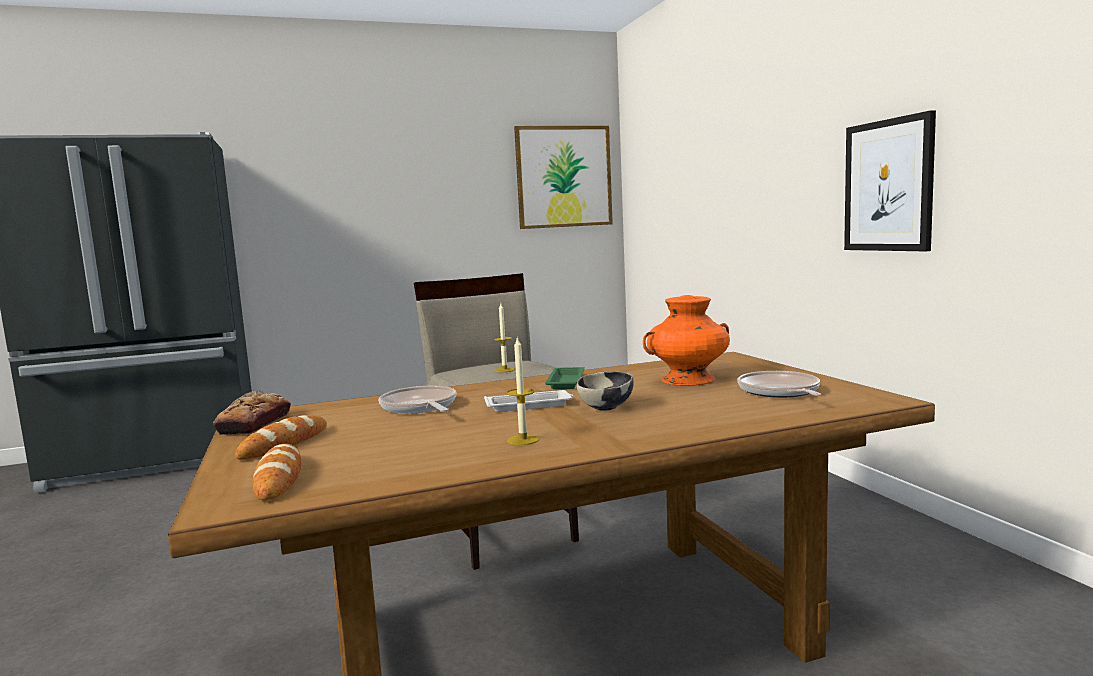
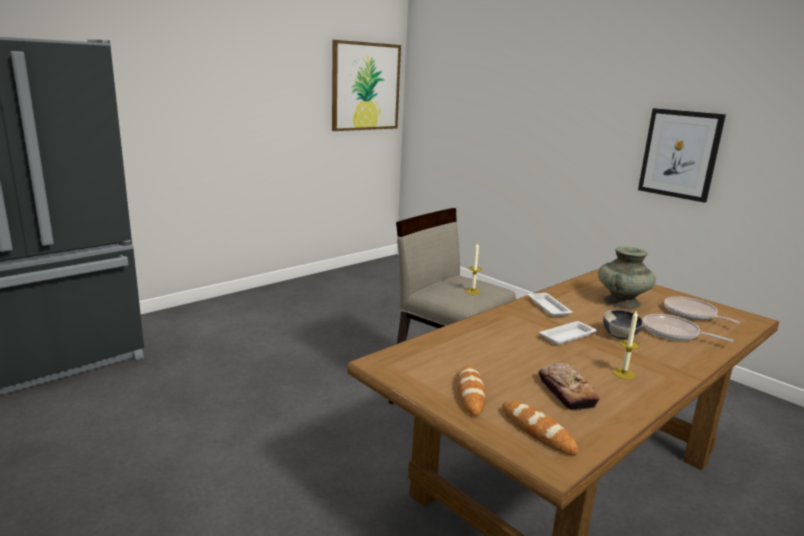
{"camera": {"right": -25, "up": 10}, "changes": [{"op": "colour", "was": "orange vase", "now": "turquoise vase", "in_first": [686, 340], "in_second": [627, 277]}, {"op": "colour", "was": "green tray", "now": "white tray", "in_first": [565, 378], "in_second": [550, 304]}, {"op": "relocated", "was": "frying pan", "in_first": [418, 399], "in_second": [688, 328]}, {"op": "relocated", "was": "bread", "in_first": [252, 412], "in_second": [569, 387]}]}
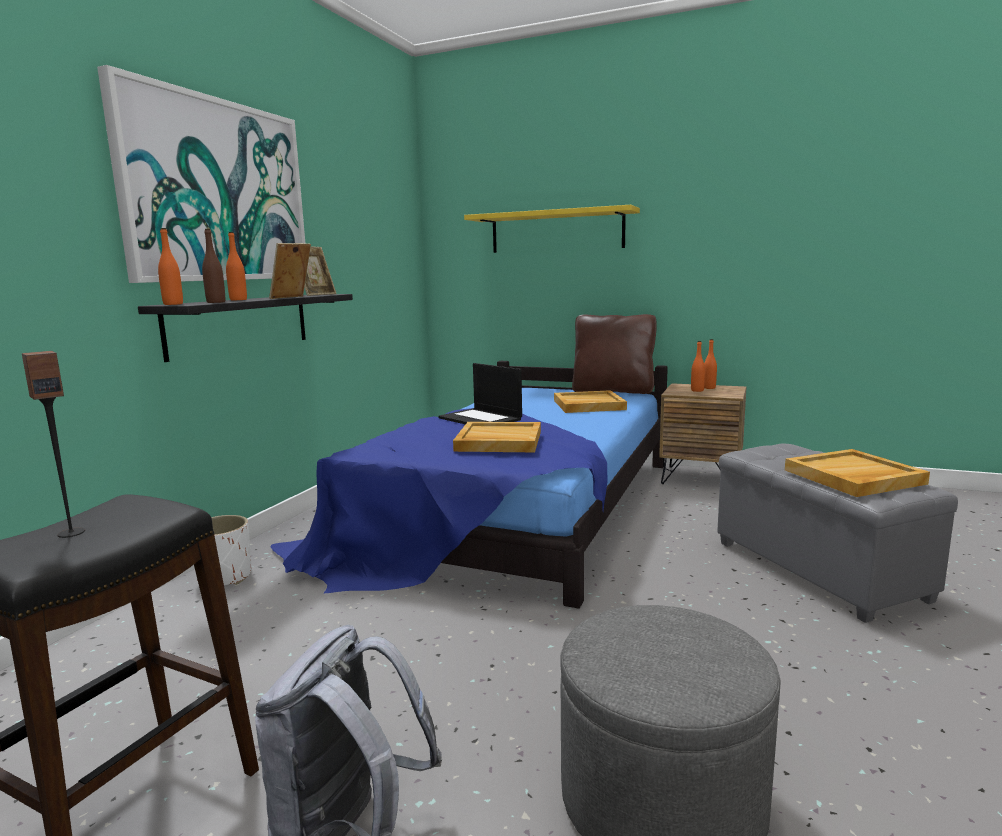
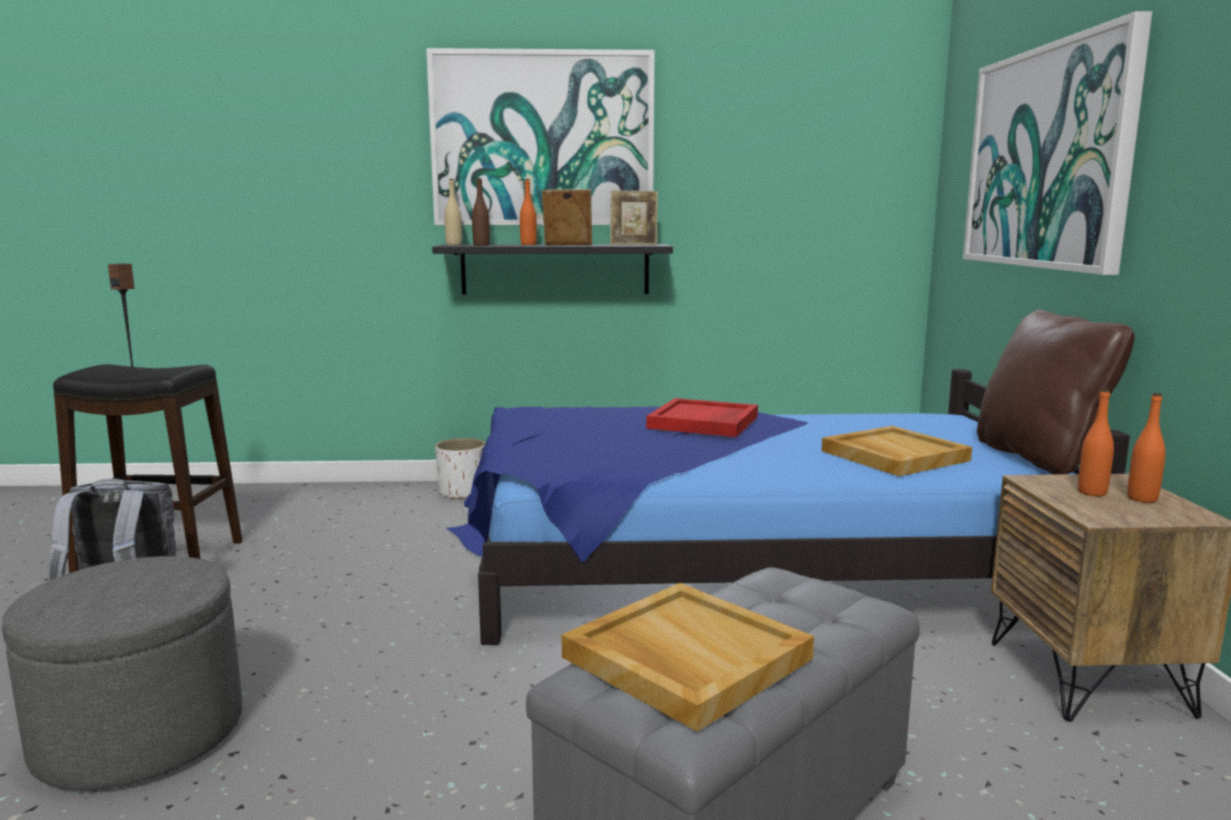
{"camera": {"right": 65, "up": 0}, "changes": [{"op": "exchanged", "was": "yellow shelf", "now": "picture", "in_first": [552, 229], "in_second": [1057, 143]}, {"op": "colour", "was": "orange bottle", "now": "beige bottle", "in_first": [170, 266], "in_second": [453, 212]}, {"op": "exchanged", "was": "laptop", "now": "red tray", "in_first": [480, 393], "in_second": [702, 417]}, {"op": "missing", "was": "beige tray", "in_first": [497, 437]}]}
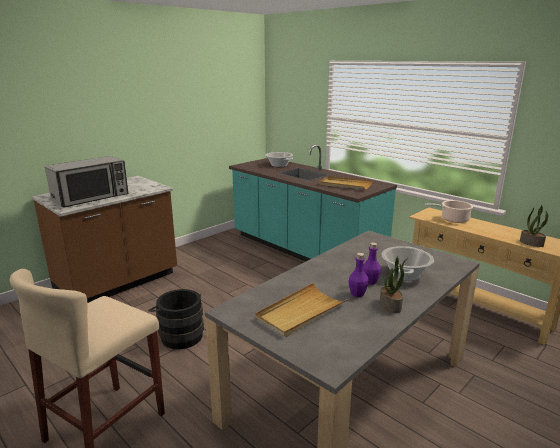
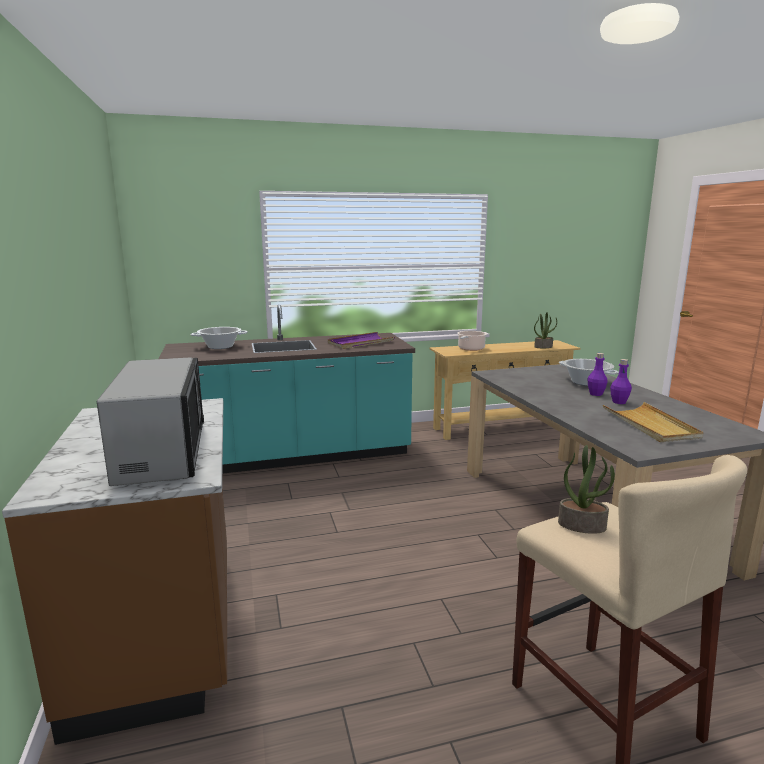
{"camera": {"right": -60, "up": -5}, "changes": [{"op": "colour", "was": "beige tray", "now": "purple tray", "in_first": [345, 183], "in_second": [361, 340]}, {"op": "relocated", "was": "potted plant", "in_first": [394, 284], "in_second": [586, 489]}, {"op": "missing", "was": "black bucket", "in_first": [176, 319]}]}
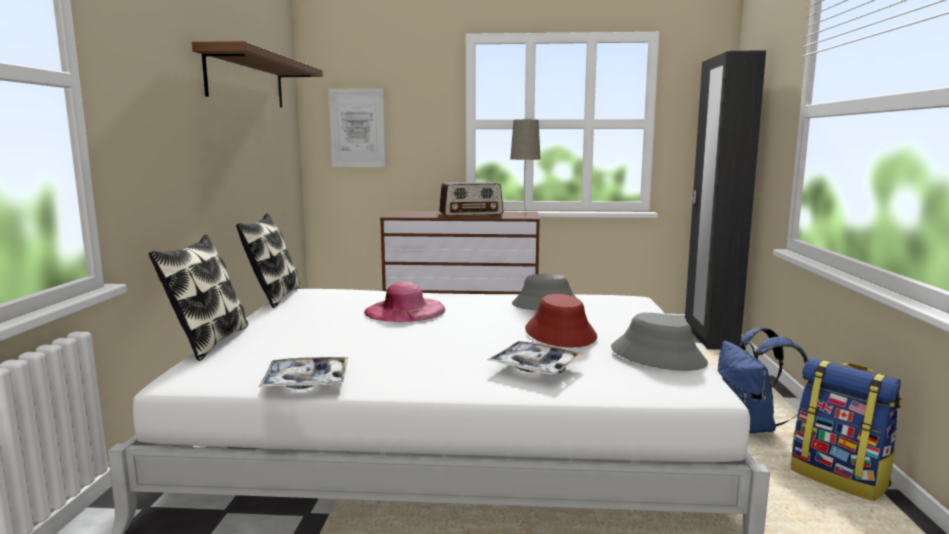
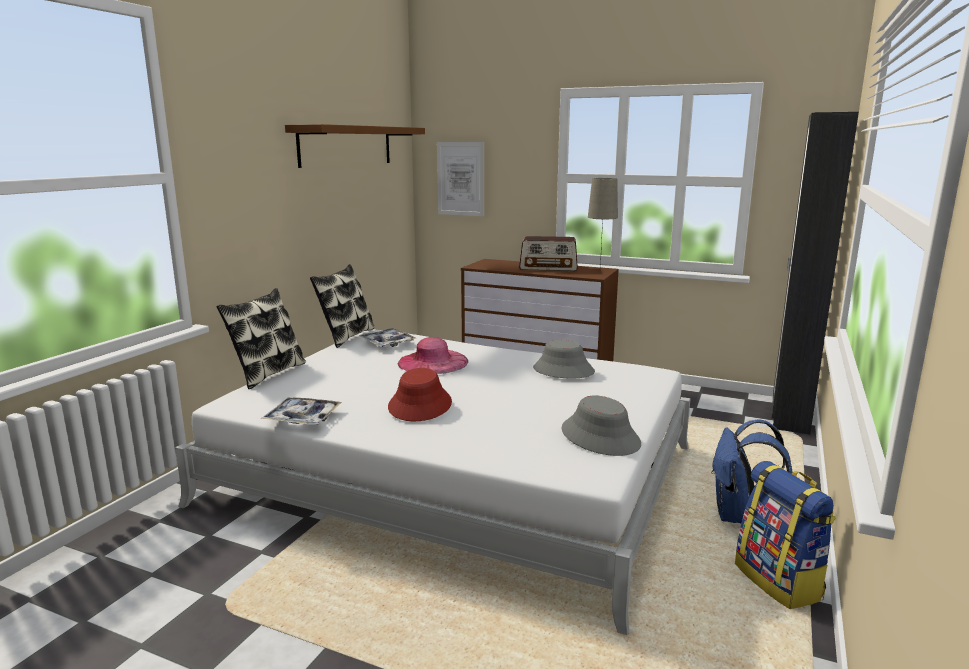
{"camera": {"right": 20, "up": 5}, "changes": [{"op": "relocated", "was": "red hat", "in_first": [561, 320], "in_second": [420, 394]}, {"op": "relocated", "was": "tray", "in_first": [535, 358], "in_second": [387, 337]}]}
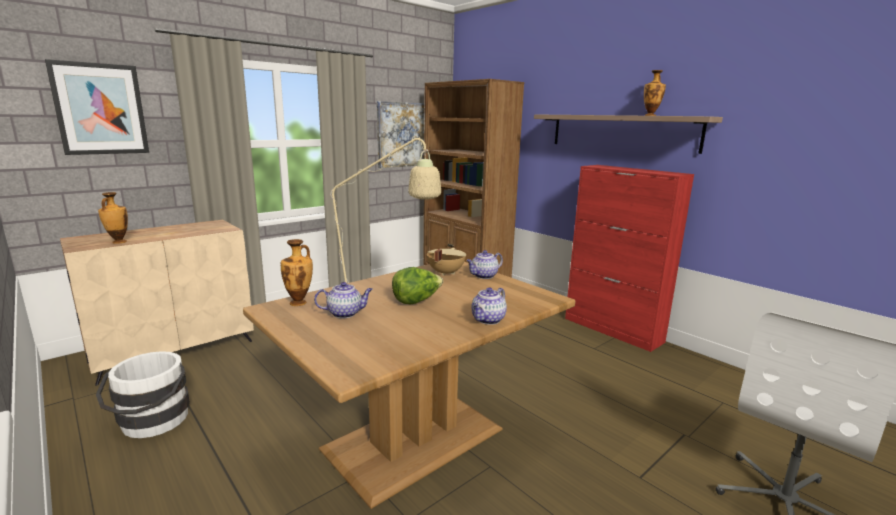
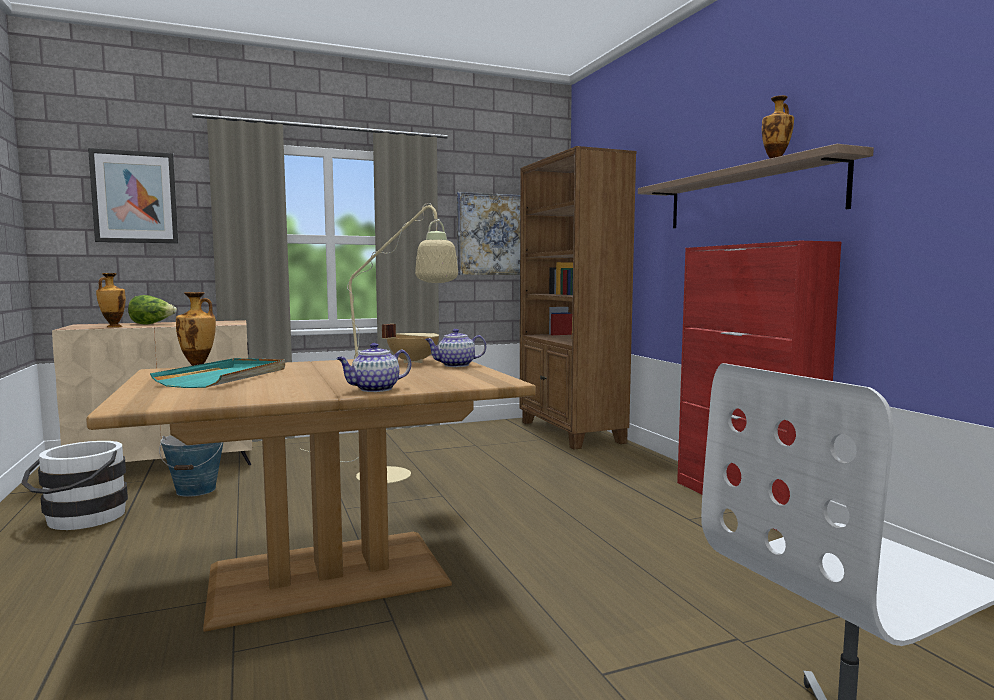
{"camera": {"right": 20, "up": -10}, "changes": [{"op": "relocated", "was": "lettuce", "in_first": [417, 285], "in_second": [152, 309]}, {"op": "exchanged", "was": "teapot", "now": "turquoise tray", "in_first": [343, 300], "in_second": [217, 373]}, {"op": "appeared", "now": "bucket", "in_second": [191, 466]}]}
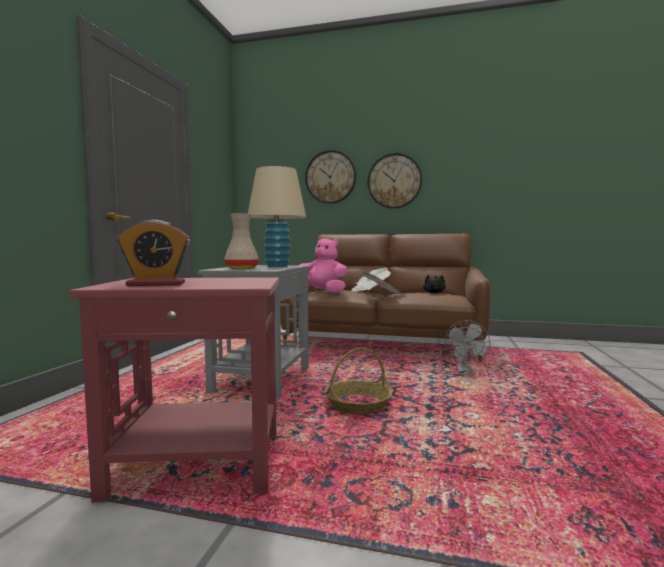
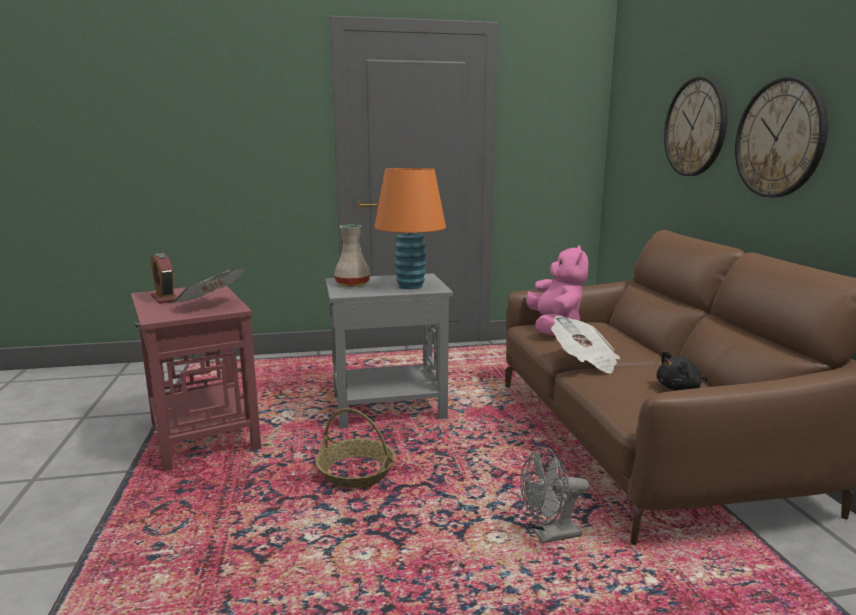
{"camera": {"right": 65, "up": 10}, "changes": [{"op": "colour", "was": "beige table lamp", "now": "orange table lamp", "in_first": [277, 216], "in_second": [410, 228]}, {"op": "relocated", "was": "newspaper", "in_first": [371, 279], "in_second": [208, 286]}]}
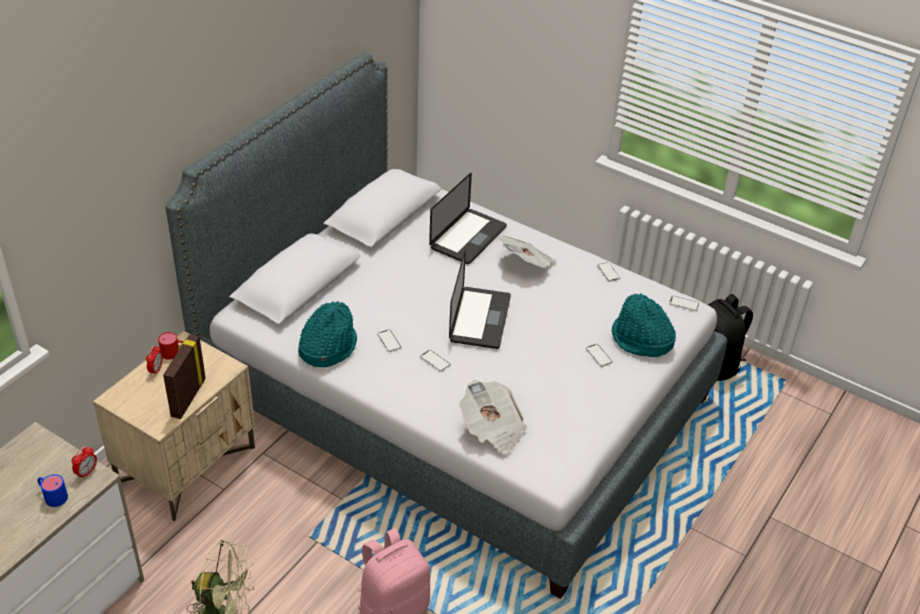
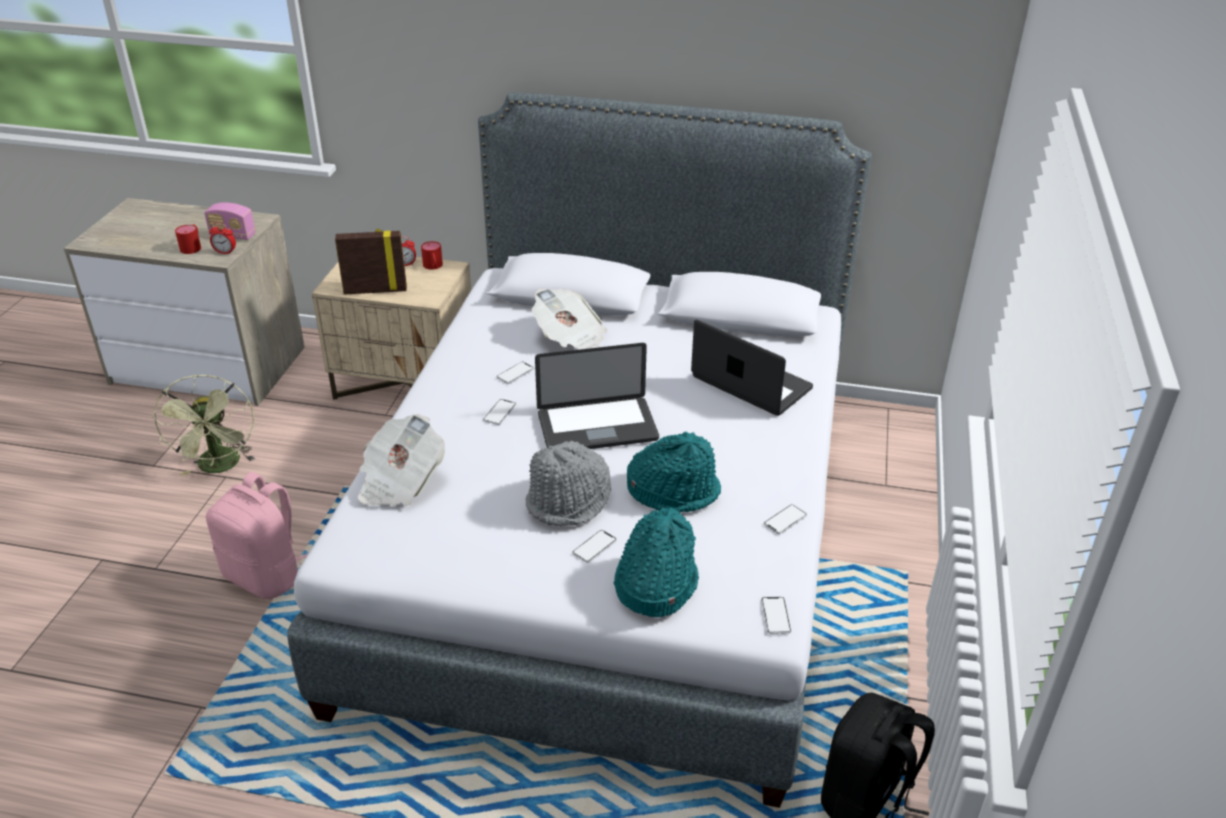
{"camera": {"right": 70, "up": -5}, "changes": [{"op": "spun", "was": "laptop", "in_first": [468, 218], "in_second": [752, 367], "clockwise": -150}, {"op": "relocated", "was": "newspaper", "in_first": [528, 252], "in_second": [569, 319]}, {"op": "relocated", "was": "turquoise hat", "in_first": [327, 334], "in_second": [674, 472]}, {"op": "colour", "was": "blue mug", "now": "red mug", "in_first": [52, 490], "in_second": [188, 239]}, {"op": "appeared", "now": "radio", "in_second": [230, 221]}, {"op": "appeared", "now": "grey hat", "in_second": [568, 483]}]}
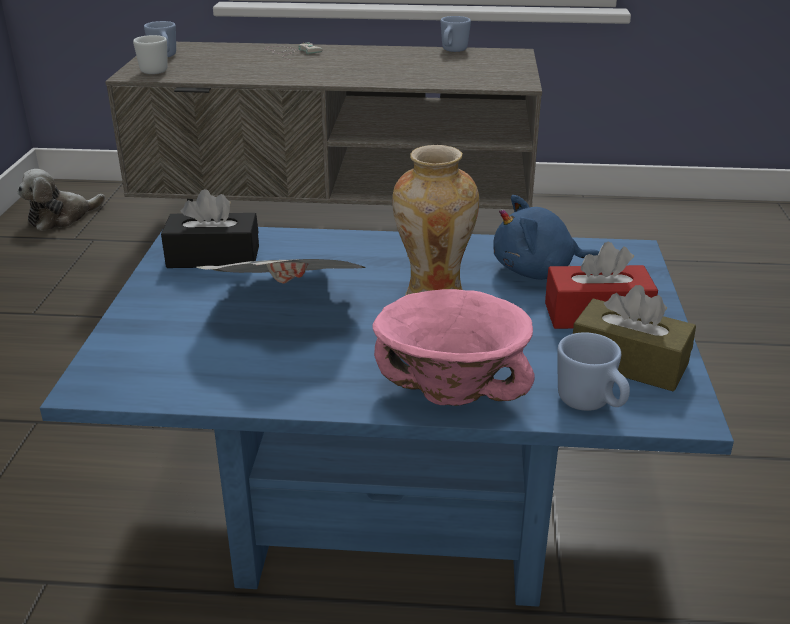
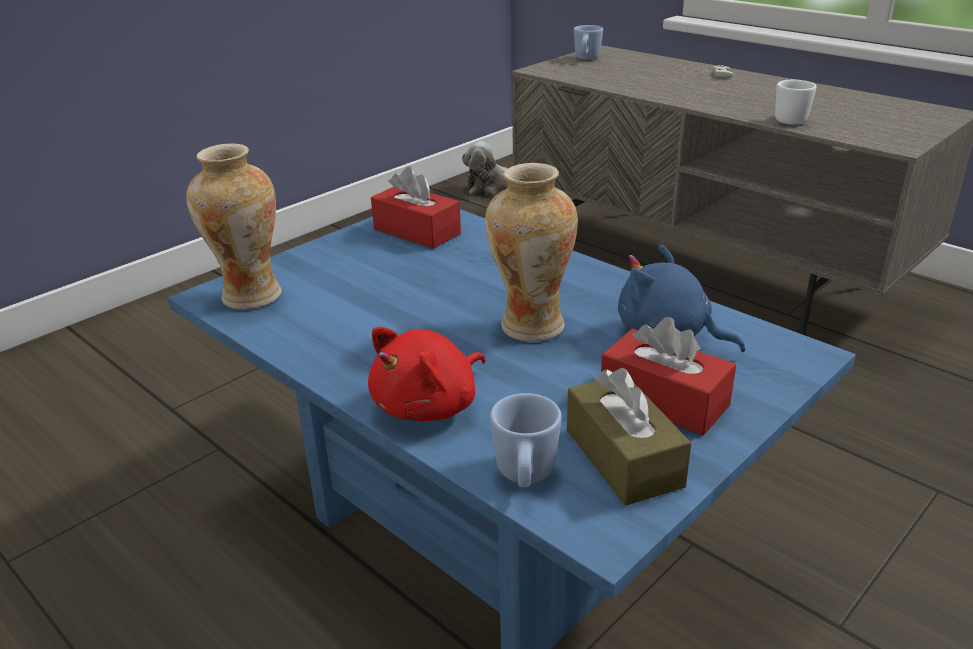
{"camera": {"right": 40, "up": 0}, "changes": [{"op": "missing", "was": "blue mug", "in_first": [456, 34]}, {"op": "relocated", "was": "white mug", "in_first": [150, 54], "in_second": [795, 102]}, {"op": "colour", "was": "black tissue box", "now": "red tissue box", "in_first": [210, 228], "in_second": [416, 208]}, {"op": "missing", "was": "newspaper", "in_first": [281, 271]}, {"op": "exchanged", "was": "pink bowl", "now": "red plush toy", "in_first": [453, 347], "in_second": [427, 374]}, {"op": "appeared", "now": "vase", "in_second": [233, 226]}]}
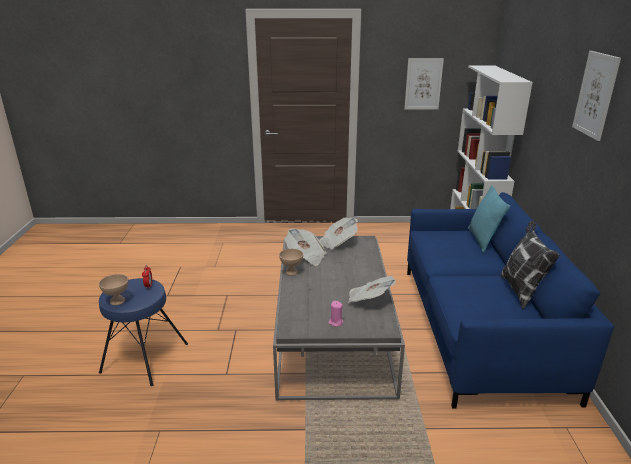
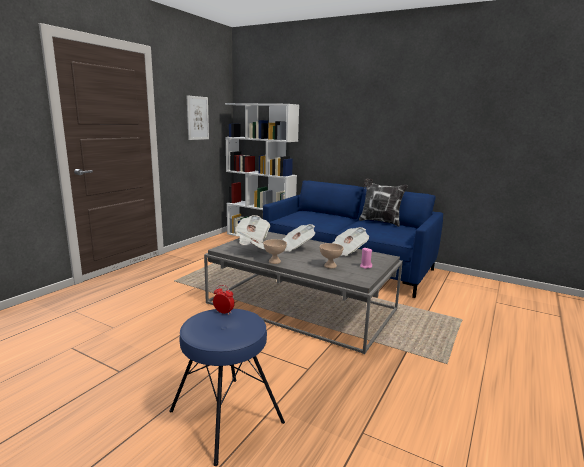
{"camera": {"right": -60, "up": -10}, "changes": [{"op": "missing", "was": "picture", "in_first": [596, 96]}, {"op": "missing", "was": "turquoise pillow", "in_first": [489, 219]}, {"op": "relocated", "was": "beige bowl", "in_first": [113, 289], "in_second": [332, 256]}, {"op": "appeared", "now": "newspaper", "in_second": [298, 238]}]}
